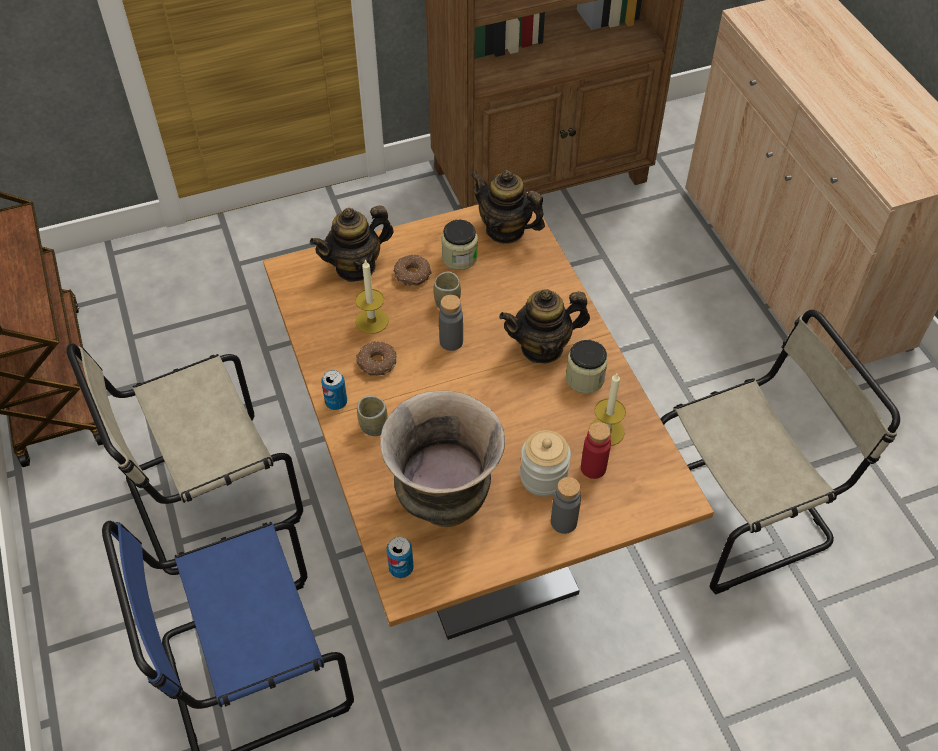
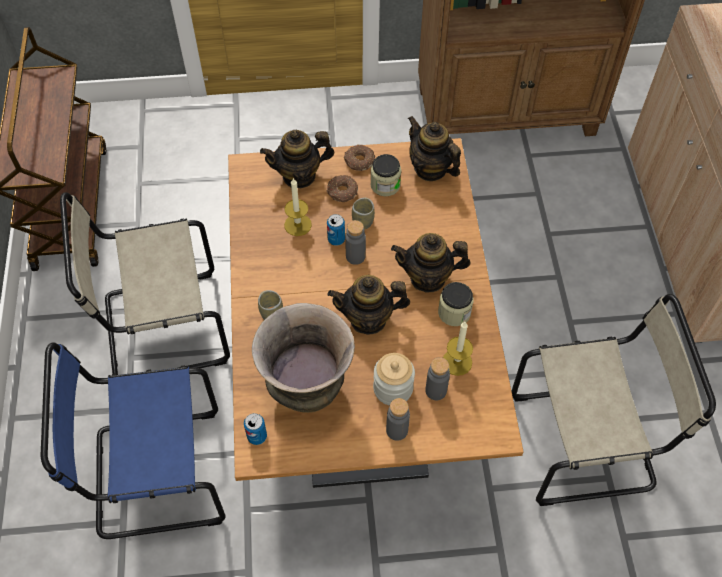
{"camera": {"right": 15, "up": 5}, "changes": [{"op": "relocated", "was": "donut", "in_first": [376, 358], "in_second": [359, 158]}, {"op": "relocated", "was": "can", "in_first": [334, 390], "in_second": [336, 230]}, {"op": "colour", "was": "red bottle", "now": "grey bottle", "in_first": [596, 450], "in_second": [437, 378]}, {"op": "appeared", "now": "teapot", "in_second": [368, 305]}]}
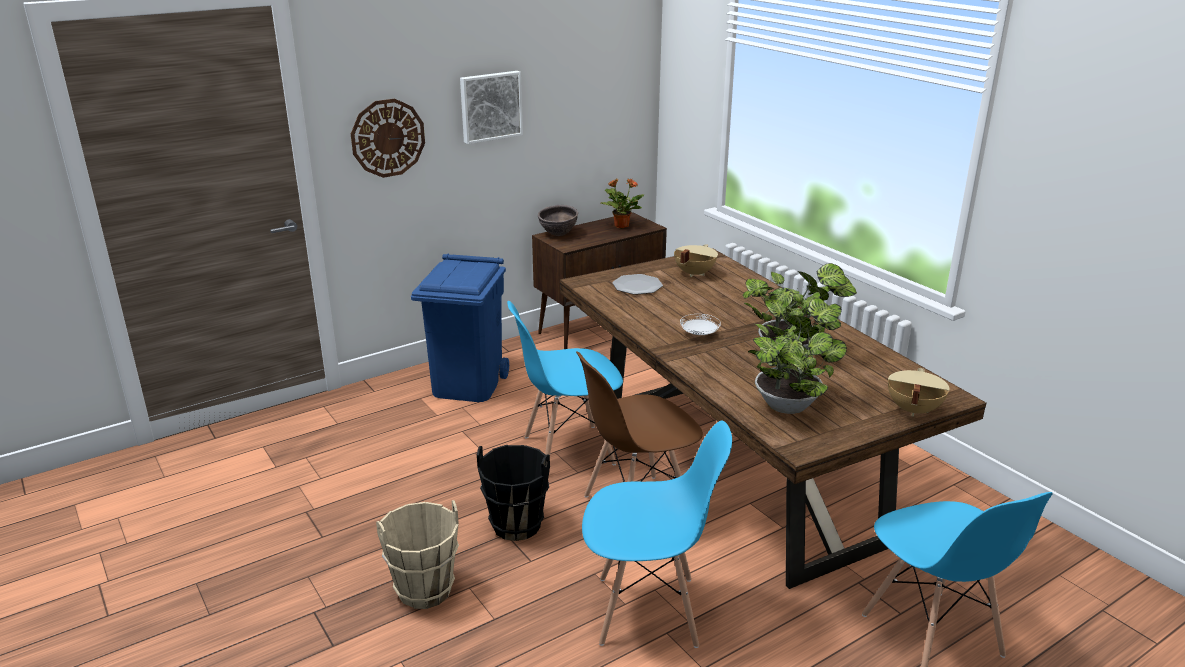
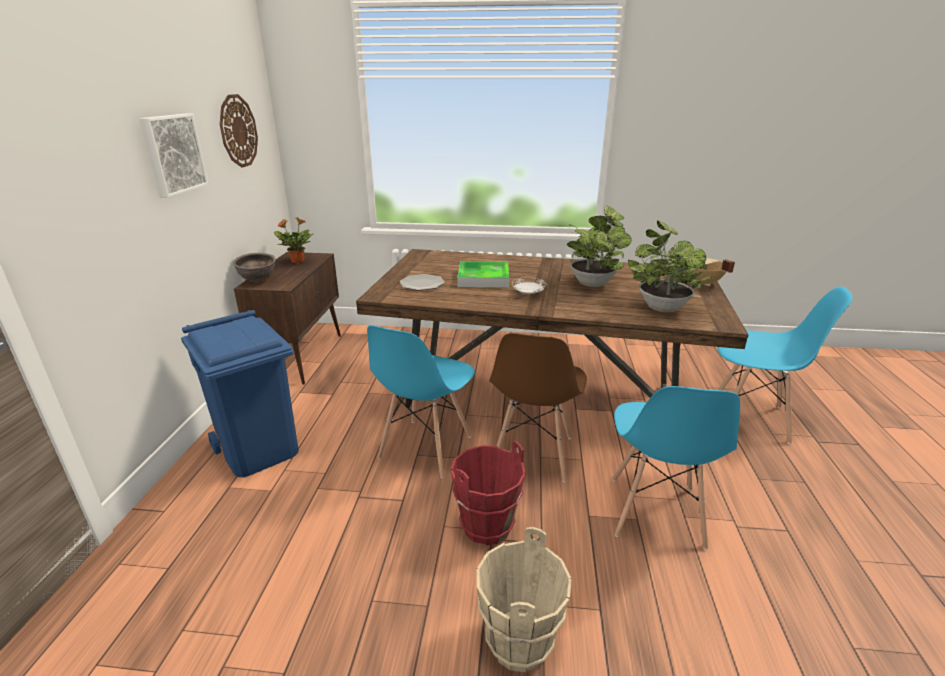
{"camera": {"right": -50, "up": 0}, "changes": [{"op": "relocated", "was": "wall clock", "in_first": [388, 138], "in_second": [239, 131]}, {"op": "missing", "was": "beige cooking pot", "in_first": [696, 260]}, {"op": "spun", "was": "blue chair", "in_first": [657, 534], "in_second": [676, 468], "clockwise": 150}, {"op": "colour", "was": "black bucket", "now": "red bucket", "in_first": [513, 493], "in_second": [488, 493]}, {"op": "appeared", "now": "tray", "in_second": [483, 274]}]}
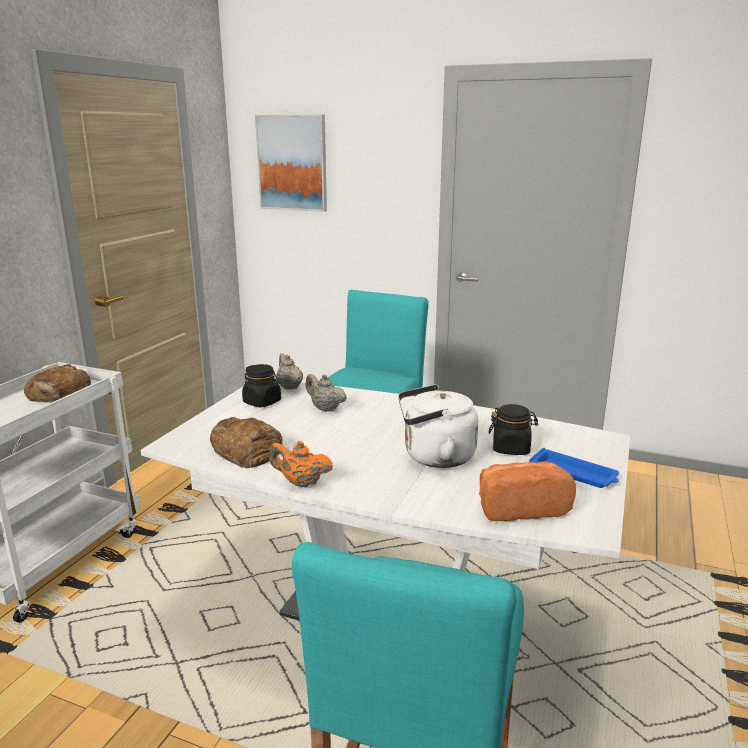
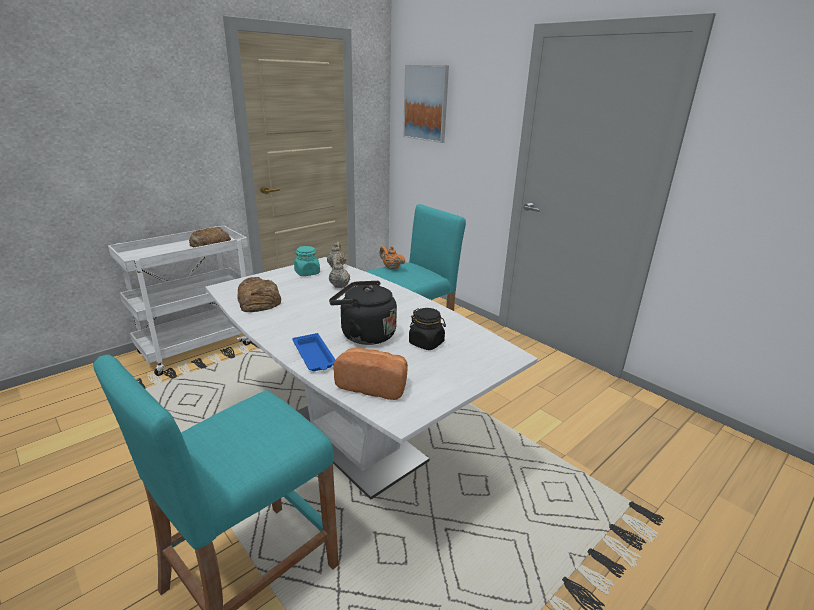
{"camera": {"right": 25, "up": 5}, "changes": [{"op": "colour", "was": "black jar", "now": "turquoise jar", "in_first": [261, 385], "in_second": [307, 261]}, {"op": "colour", "was": "white kettle", "now": "black kettle", "in_first": [438, 426], "in_second": [363, 313]}, {"op": "relocated", "was": "orange teapot", "in_first": [301, 464], "in_second": [392, 258]}, {"op": "relocated", "was": "blue tray", "in_first": [574, 468], "in_second": [314, 352]}]}
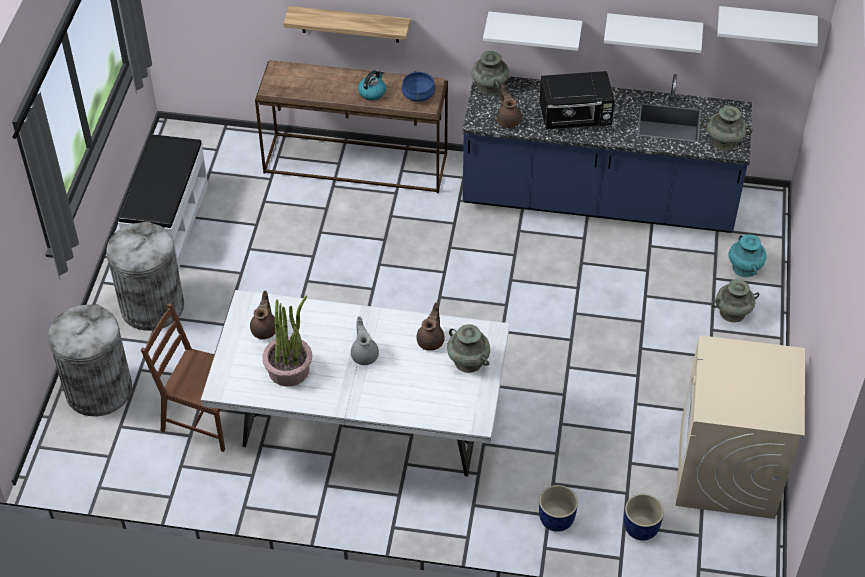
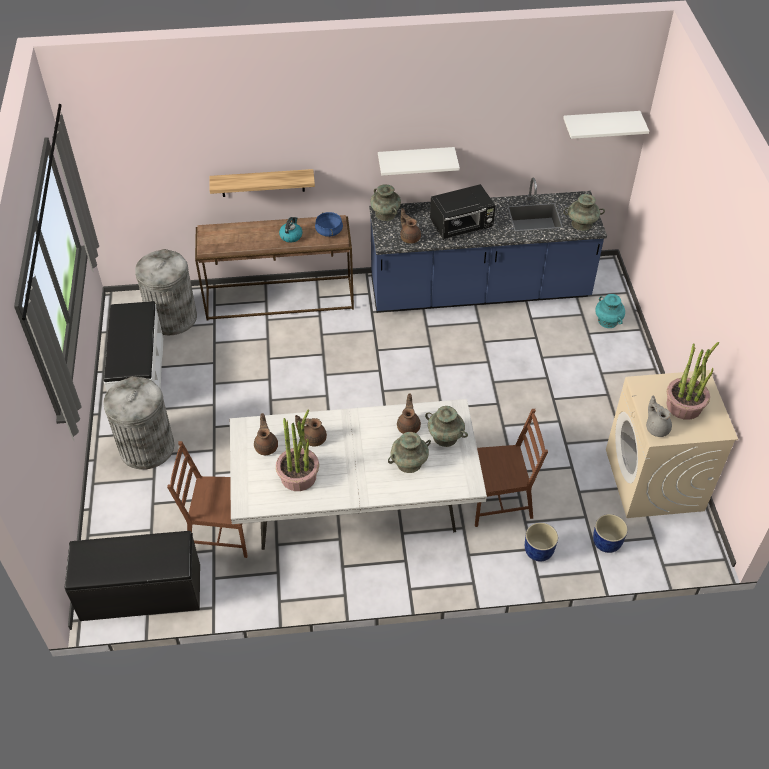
{"camera": {"right": -15, "up": 0}, "changes": [{"op": "missing", "was": "white shelf", "in_first": [653, 33]}, {"op": "relocated", "was": "turquoise vase", "in_first": [735, 300], "in_second": [409, 452]}, {"op": "relocated", "was": "grey trash can", "in_first": [90, 360], "in_second": [166, 292]}, {"op": "relocated", "was": "grey teapot", "in_first": [365, 340], "in_second": [659, 416]}, {"op": "appeared", "now": "potted plant", "in_second": [692, 381]}, {"op": "appeared", "now": "brown chair", "in_second": [511, 468]}, {"op": "appeared", "now": "brown teapot", "in_second": [311, 431]}, {"op": "appeared", "now": "black bench", "in_second": [132, 576]}]}
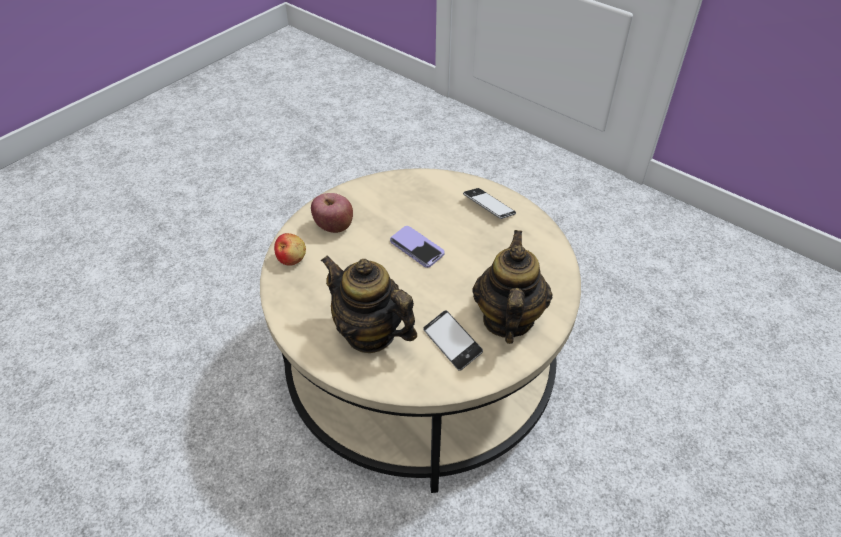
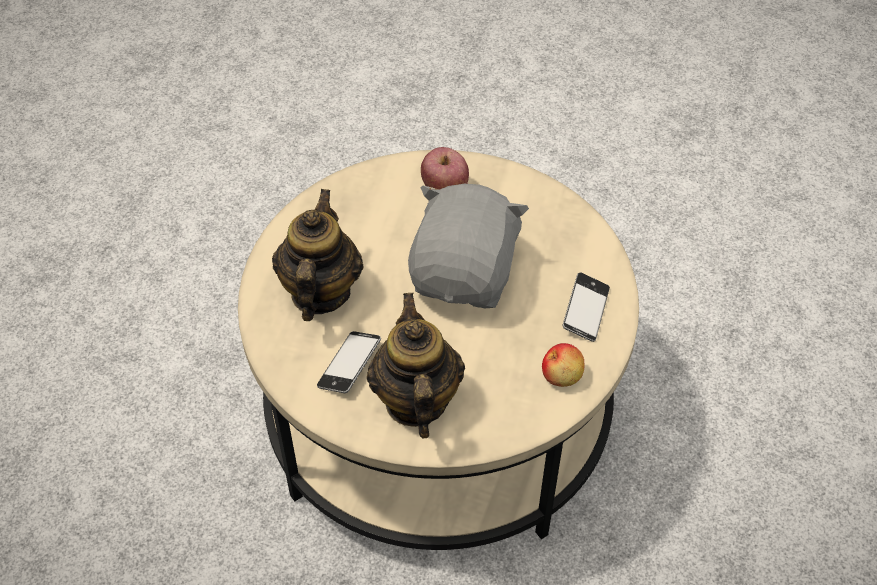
{"camera": {"right": 60, "up": 5}, "changes": [{"op": "exchanged", "was": "phone", "now": "grey plush toy", "in_first": [417, 247], "in_second": [468, 246]}, {"op": "spun", "was": "teapot", "in_first": [513, 287], "in_second": [416, 366], "clockwise": -75}, {"op": "relocated", "was": "apple", "in_first": [290, 249], "in_second": [563, 365]}]}
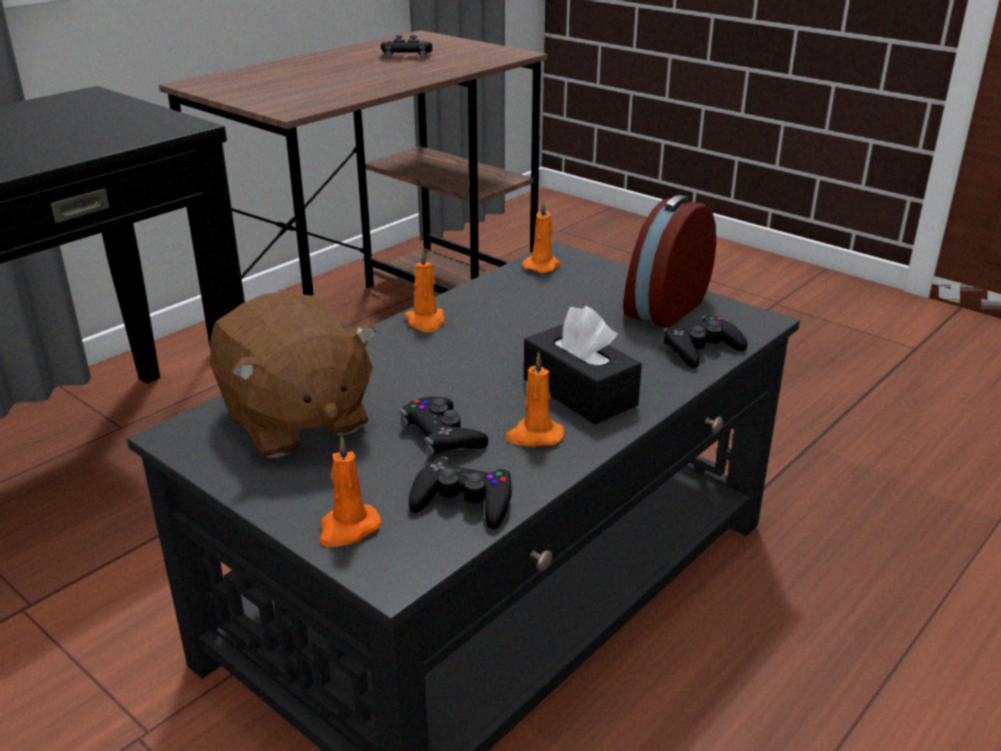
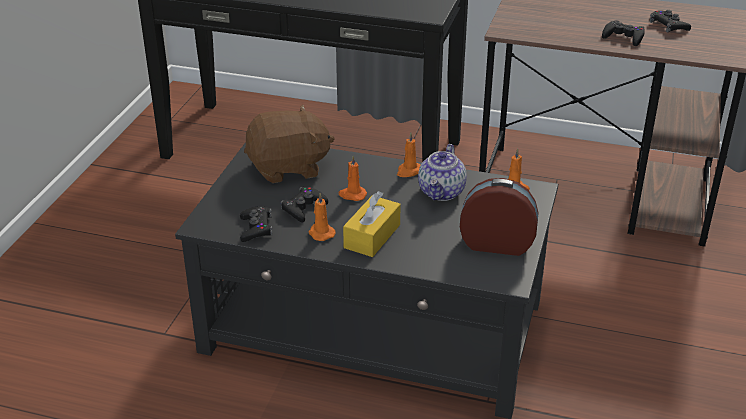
{"camera": {"right": 65, "up": 5}, "changes": [{"op": "spun", "was": "brown plush toy", "in_first": [293, 375], "in_second": [289, 144], "clockwise": -135}, {"op": "colour", "was": "black tissue box", "now": "yellow tissue box", "in_first": [583, 365], "in_second": [372, 224]}, {"op": "relocated", "was": "black game controller", "in_first": [705, 342], "in_second": [623, 33]}, {"op": "relocated", "was": "orange candle", "in_first": [350, 491], "in_second": [353, 178]}, {"op": "appeared", "now": "teapot", "in_second": [442, 172]}]}
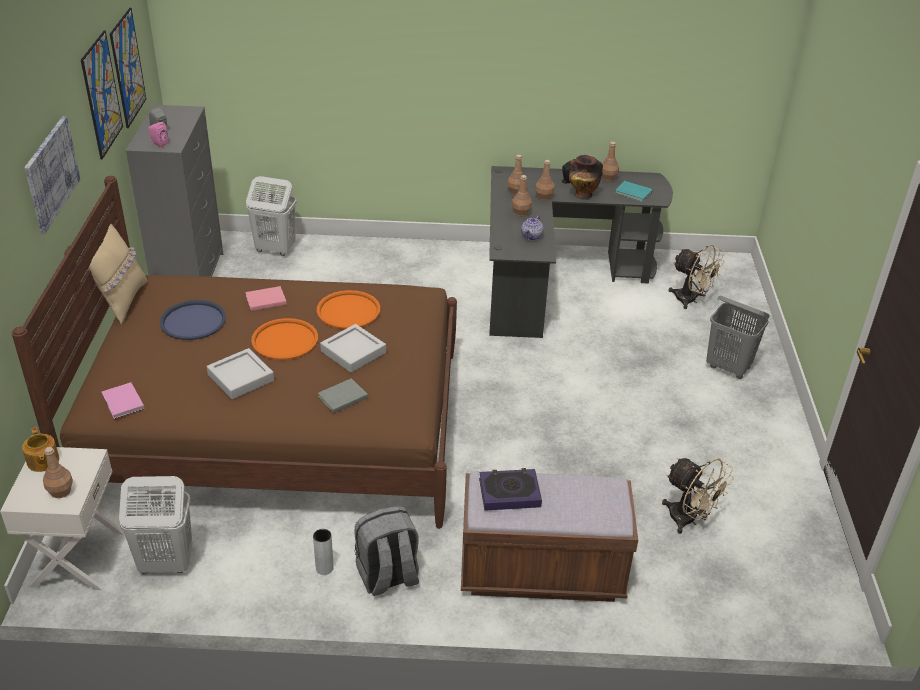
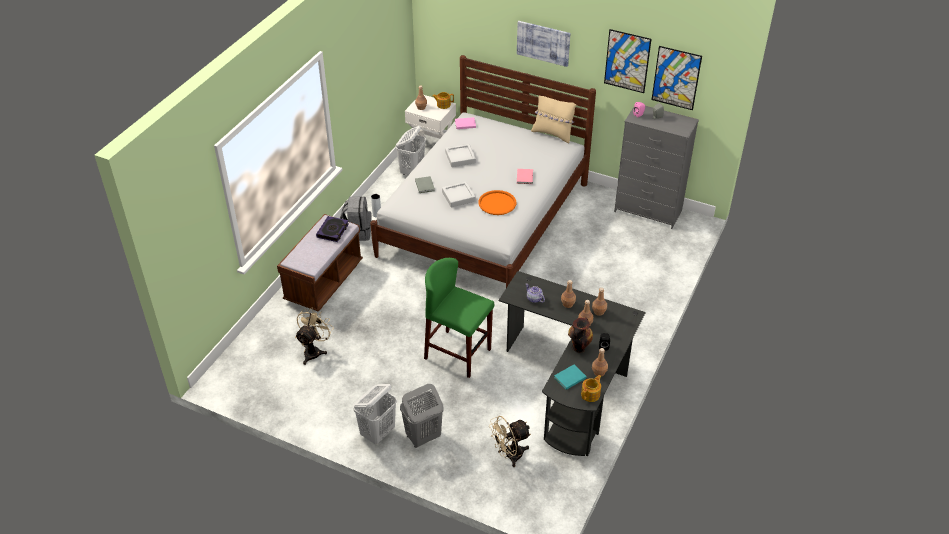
{"camera": {"right": 115, "up": 5}, "changes": [{"op": "colour", "was": "brown bed", "now": "white bed", "in_first": [234, 352], "in_second": [483, 171]}, {"op": "relocated", "was": "white laundry basket", "in_first": [271, 216], "in_second": [375, 414]}, {"op": "missing", "was": "blue tray", "in_first": [193, 320]}, {"op": "missing", "was": "orange tray", "in_first": [284, 339]}, {"op": "spun", "was": "beige fan", "in_first": [698, 496], "in_second": [314, 336], "clockwise": 135}, {"op": "appeared", "now": "green stool", "in_second": [459, 318]}, {"op": "appeared", "now": "teapot", "in_second": [591, 388]}]}
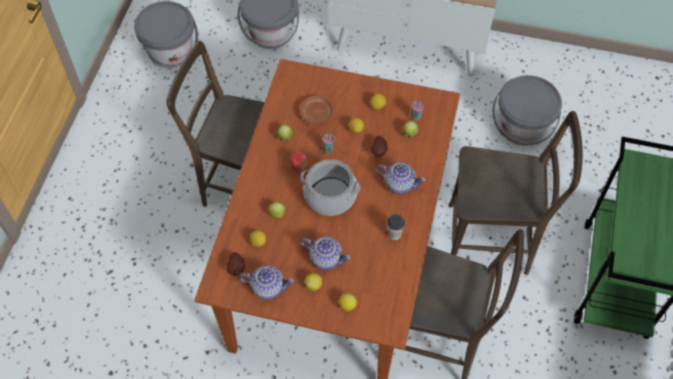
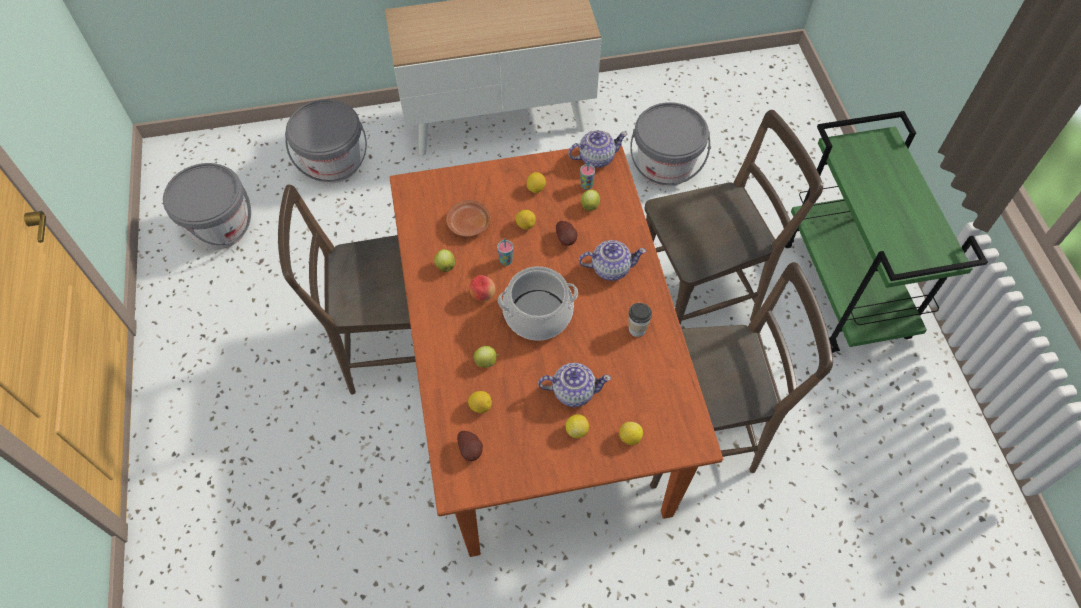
{"camera": {"right": -25, "up": 0}, "changes": [{"op": "relocated", "was": "teapot", "in_first": [267, 283], "in_second": [597, 149]}]}
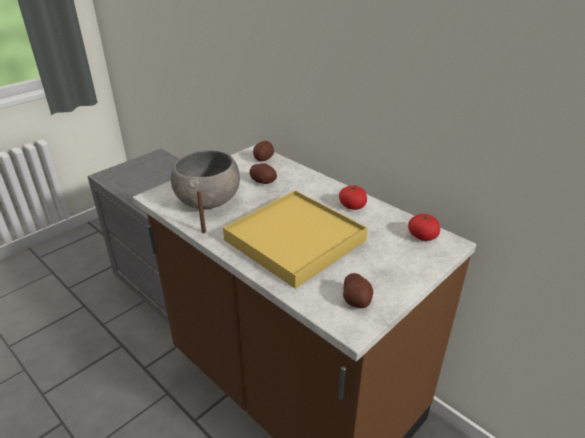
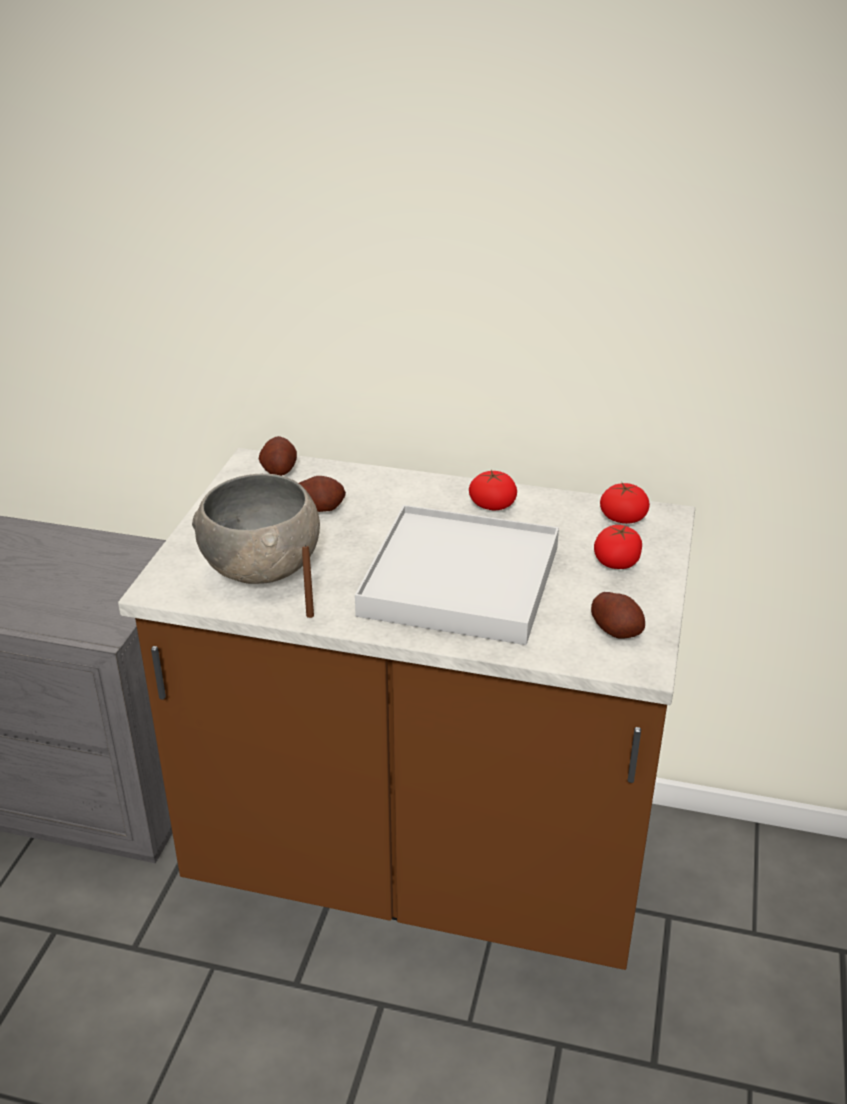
{"camera": {"right": -30, "up": 0}, "changes": [{"op": "colour", "was": "yellow tray", "now": "white tray", "in_first": [295, 239], "in_second": [457, 575]}, {"op": "appeared", "now": "tomato", "in_second": [618, 547]}]}
